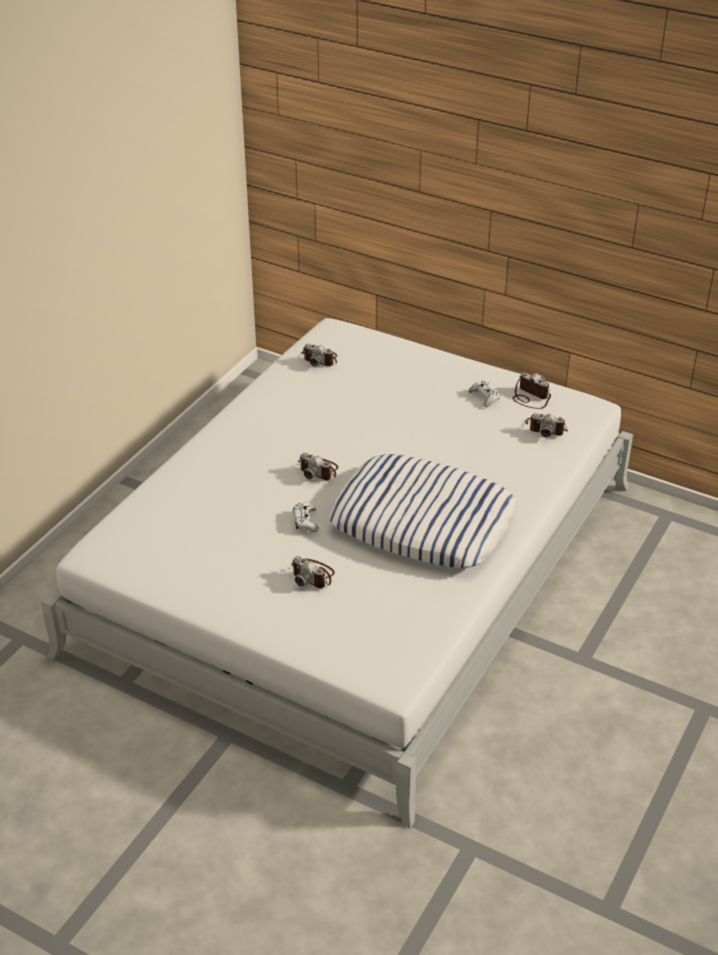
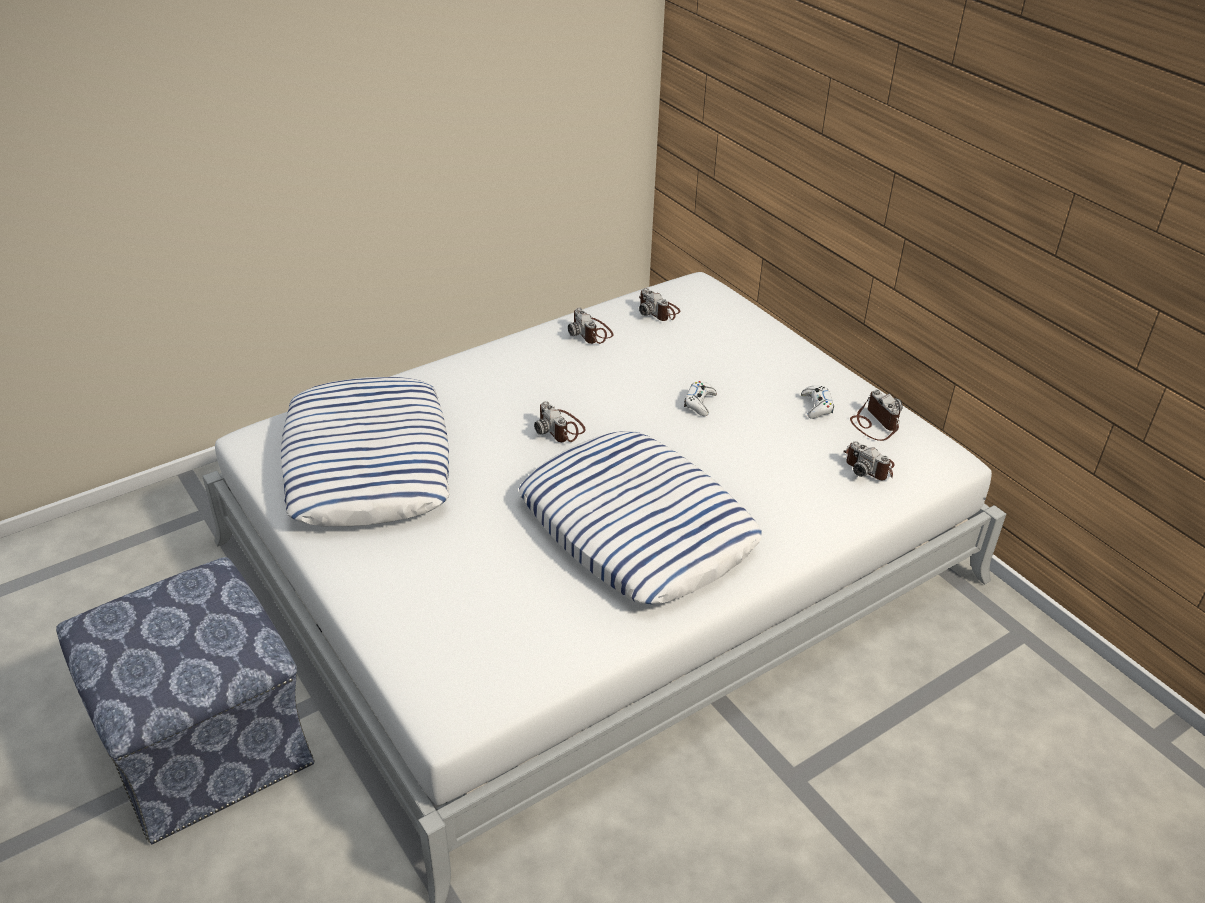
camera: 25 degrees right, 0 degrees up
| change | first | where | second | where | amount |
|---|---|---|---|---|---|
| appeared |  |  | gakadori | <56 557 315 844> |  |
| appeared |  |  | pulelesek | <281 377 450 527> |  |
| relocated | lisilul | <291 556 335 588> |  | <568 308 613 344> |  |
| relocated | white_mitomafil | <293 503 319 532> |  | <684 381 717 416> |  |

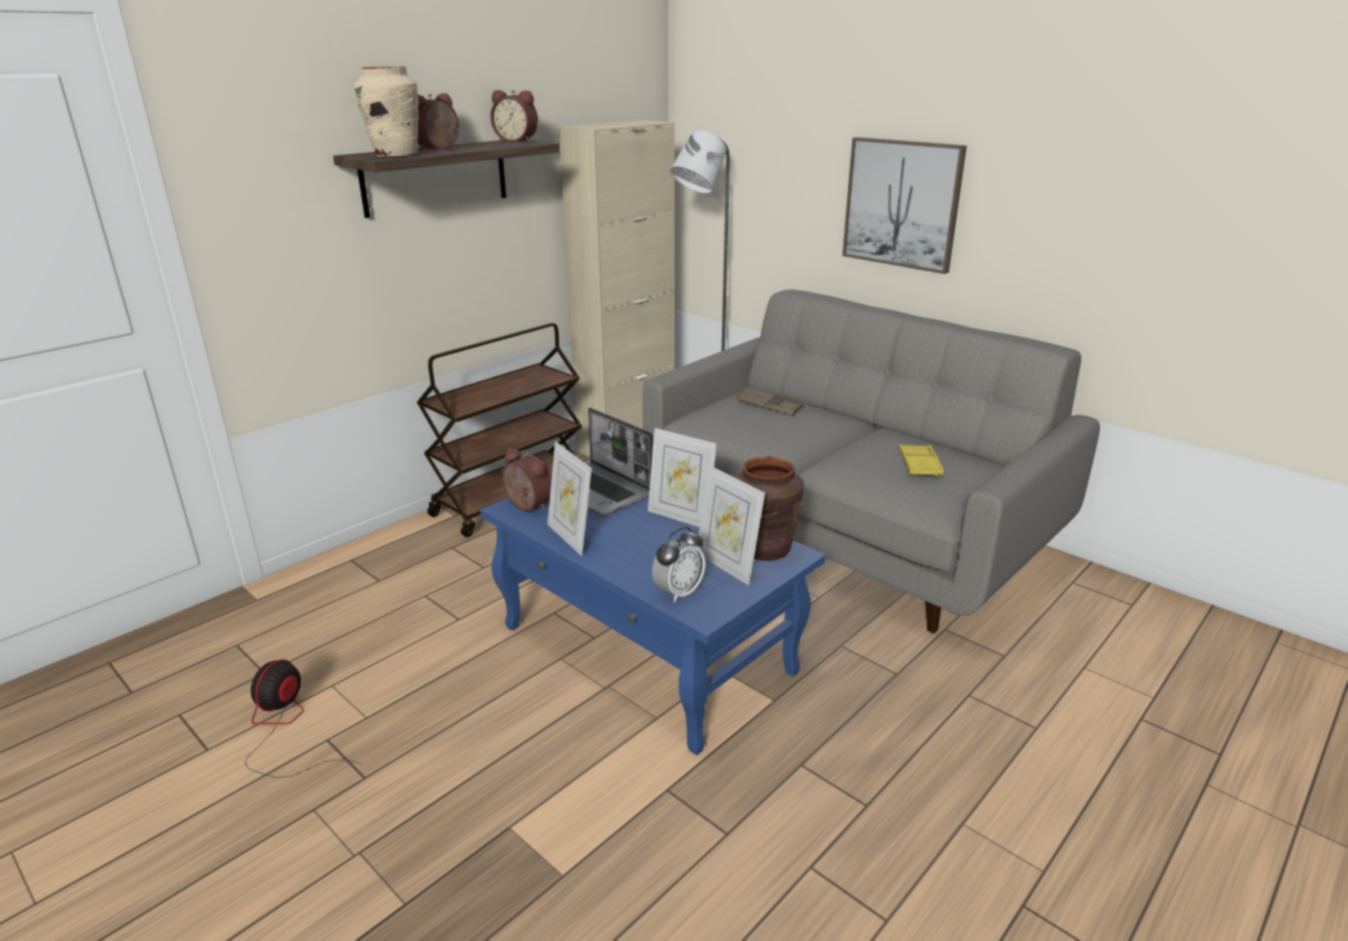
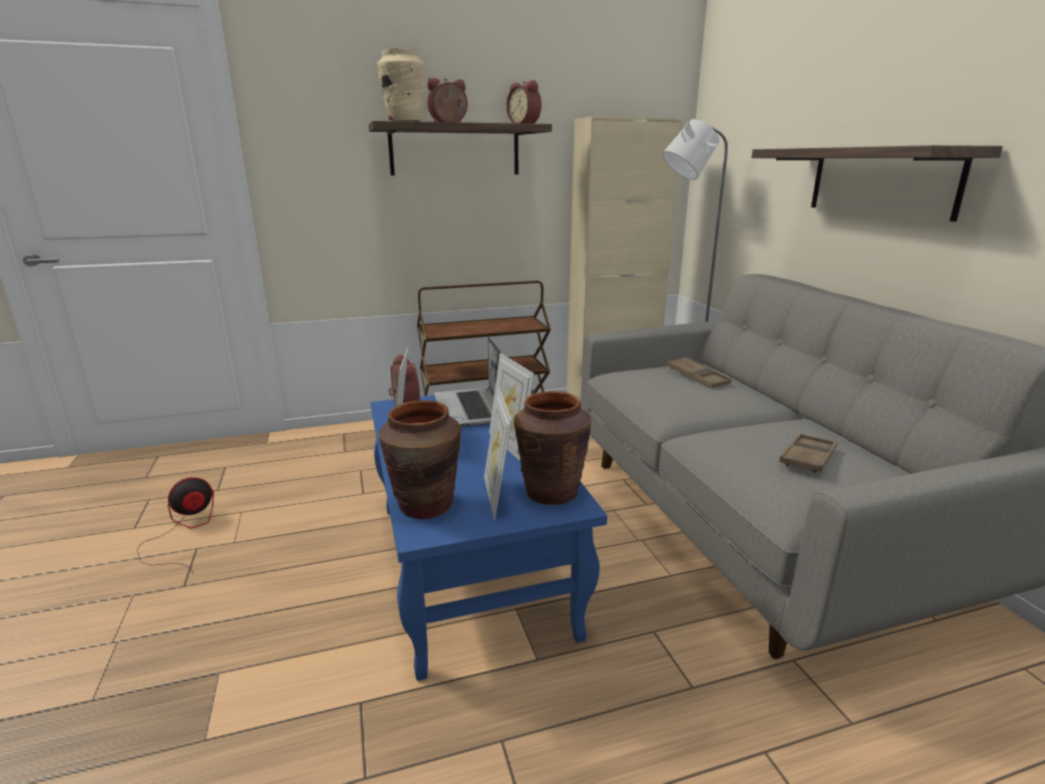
camera: 30 degrees right, 5 degrees down
| change | first | where | second | where | amount |
|---|---|---|---|---|---|
| exchanged | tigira | <652 527 705 603> | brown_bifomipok | <379 400 461 519> |  |
| exchanged | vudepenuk | <842 137 967 274> | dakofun | <752 145 1003 222> |  |
| colour | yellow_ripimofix | <899 444 944 477> | brown_ripimofix | <779 433 837 474> |  |

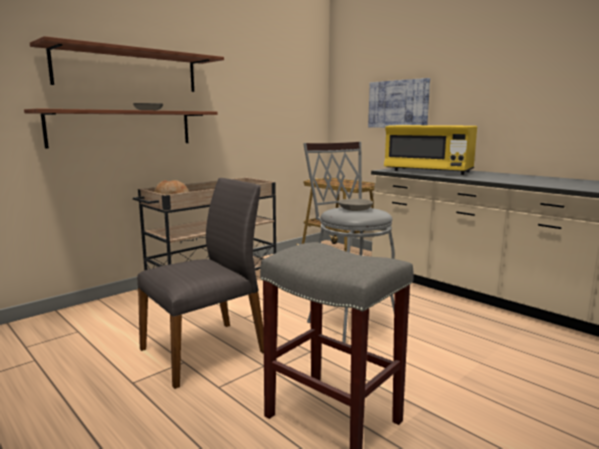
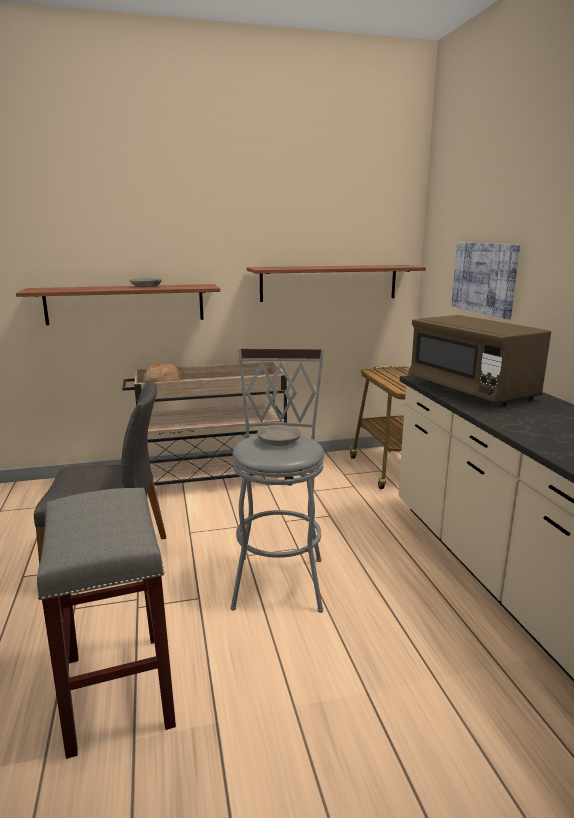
camera: 30 degrees right, 5 degrees up
| change | first | where | second | where | amount |
|---|---|---|---|---|---|
| relocated | dakofun | <30 36 224 92> |  | <247 265 426 302> |  |
| colour | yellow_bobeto | <384 125 477 175> | brown_bobeto | <408 315 551 406> |  |

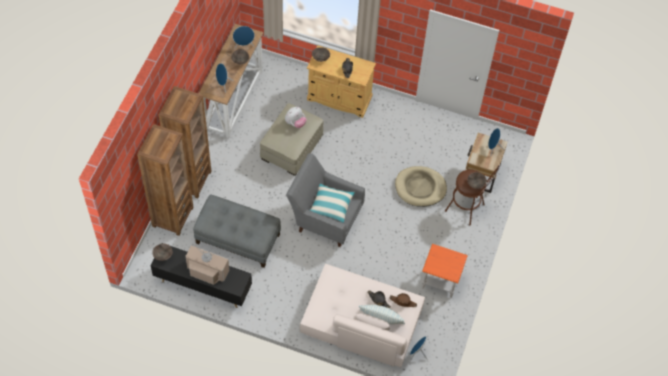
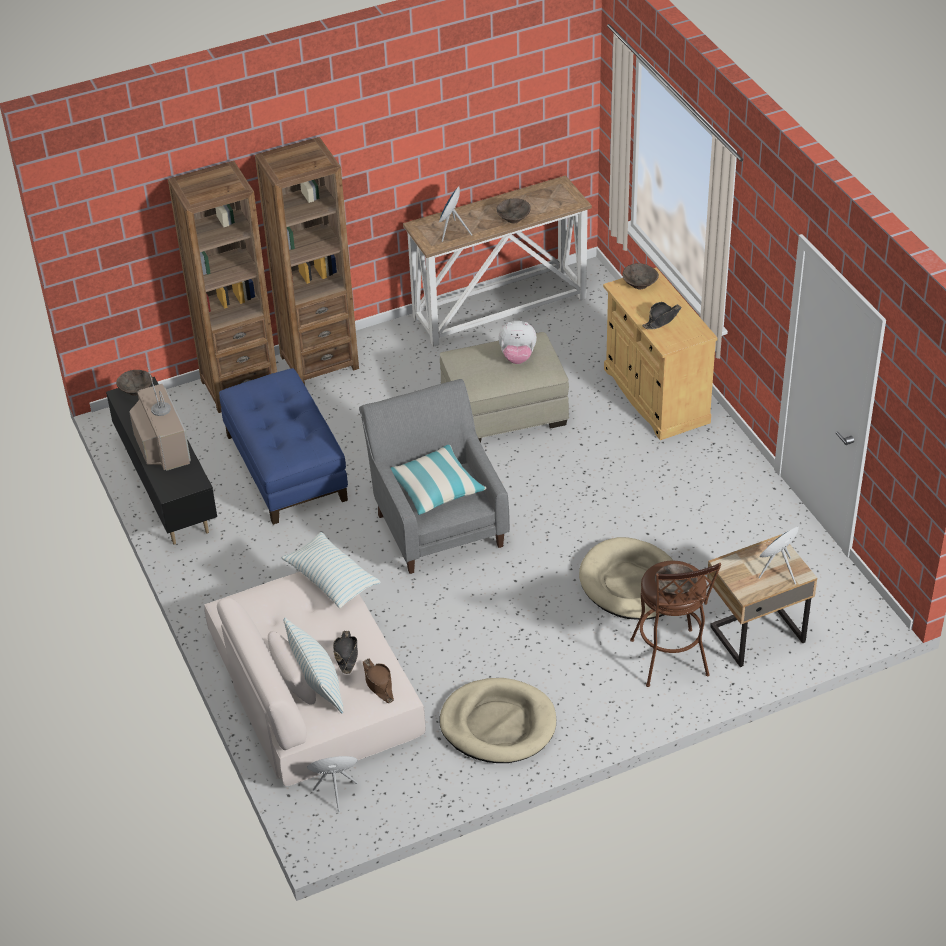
camera: 50 degrees right, 15 degrees down
| change | first | where | second | where | amount |
|---|---|---|---|---|---|
| missing | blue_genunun | <233 26 254 48> |  |  |  |
| appeared |  |  | pulelesek | <281 532 381 608> |  |
| exchanged | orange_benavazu | <422 244 468 298> | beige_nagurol | <439 678 556 763> |  |
| colour | grey_gakadori | <193 194 281 268> | blue_gakadori | <219 368 348 525> |  |

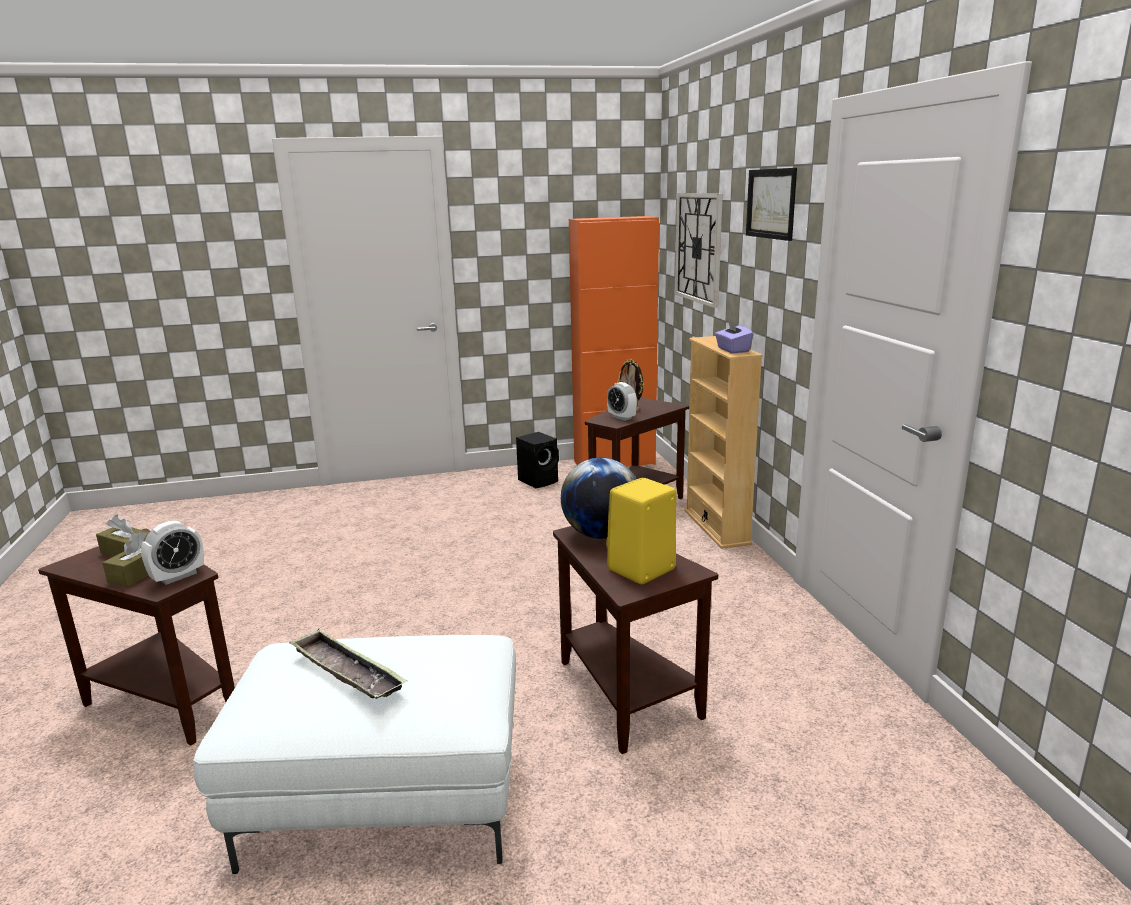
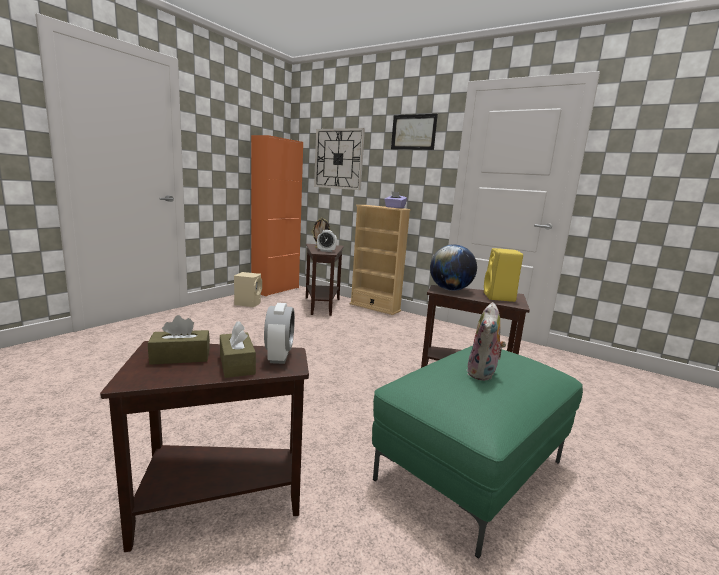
camera: 45 degrees left, 5 degrees down
| change | first | where | second | where | amount |
|---|---|---|---|---|---|
| exchanged | ripimofix | <289 629 407 699> | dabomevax | <467 302 506 381> |  |
| colour | white_gakadori | <193 635 516 874> | green_gakadori | <372 346 583 559> |  |
| colour | black_genunun | <516 432 559 488> | beige_genunun | <234 272 262 307> |  |

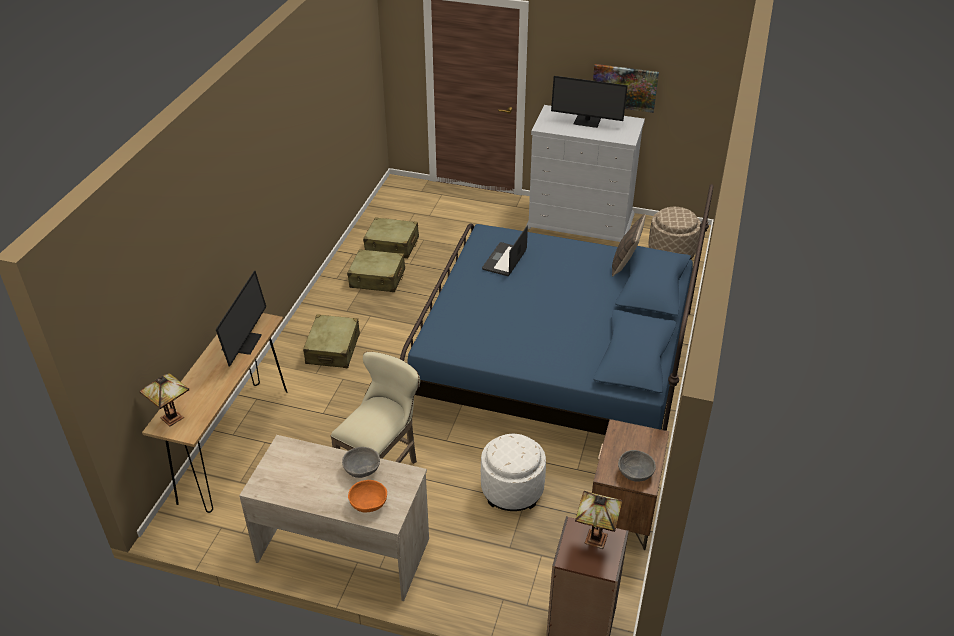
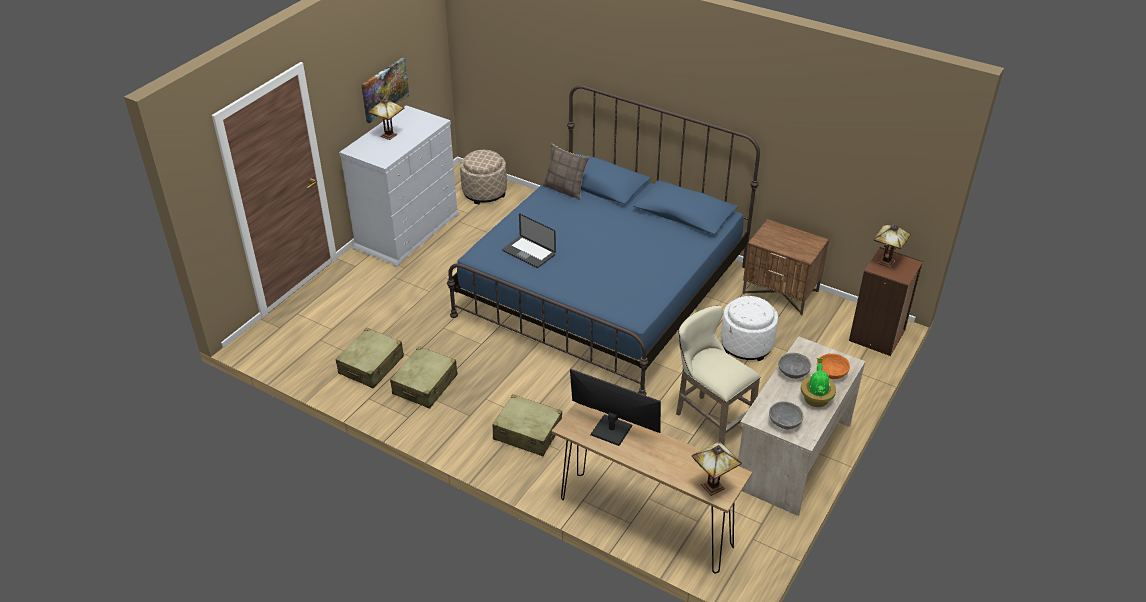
camera: 75 degrees left, 0 degrees up
| change | first | where | second | where | amount |
|---|---|---|---|---|---|
| appeared |  |  | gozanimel | <801 358 836 407> |  |
| relocated | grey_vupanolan | <618 450 656 481> |  | <769 401 803 429> |  |
| exchanged | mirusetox | <551 76 628 128> | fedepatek | <368 98 404 140> |  |

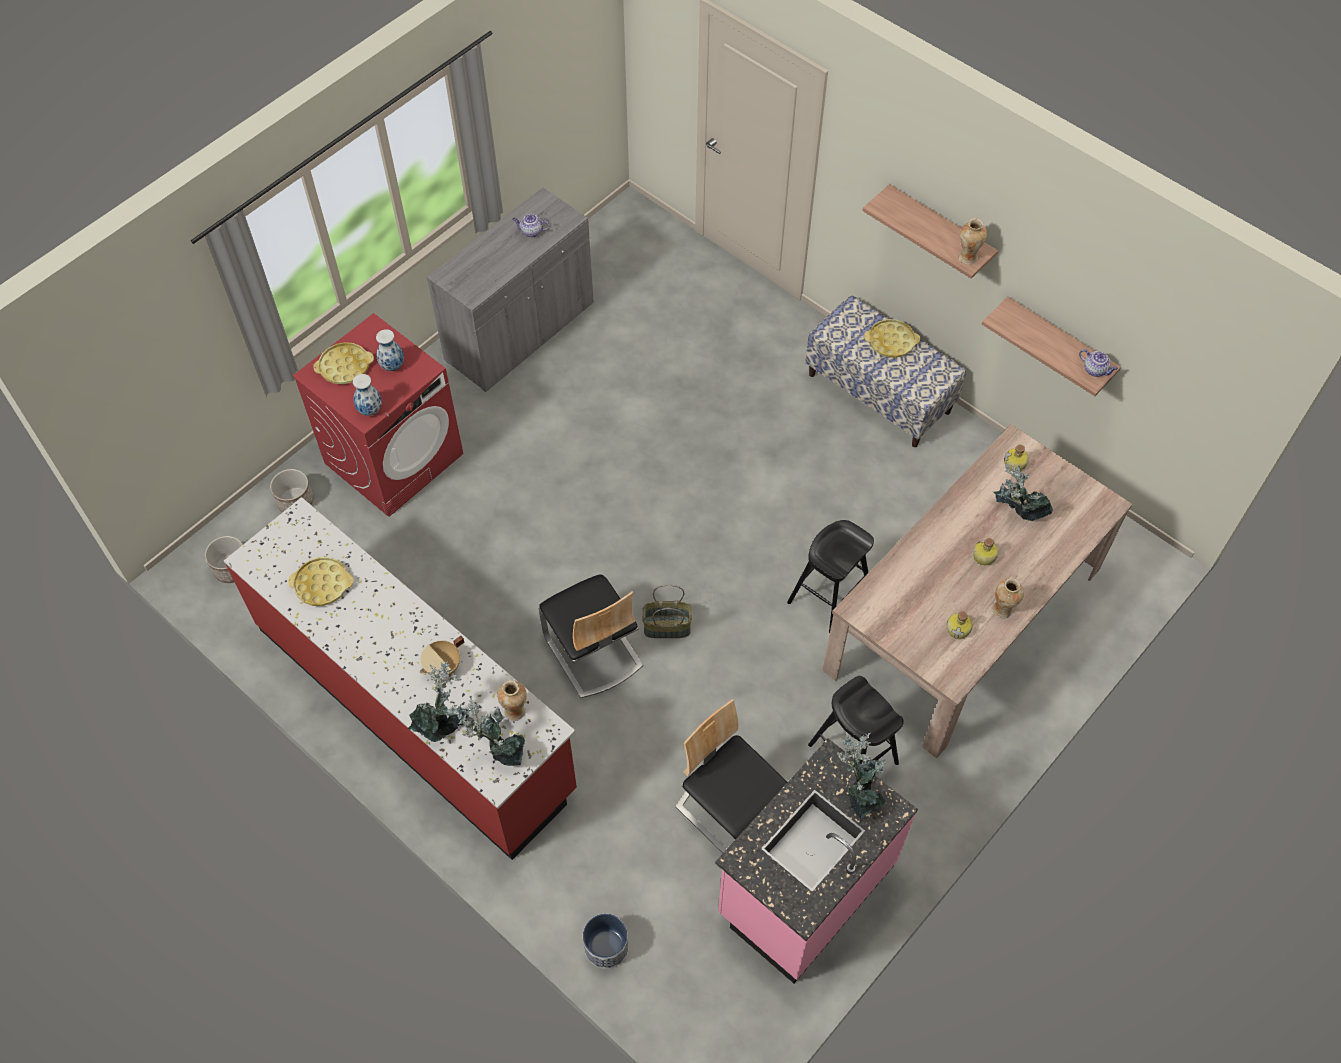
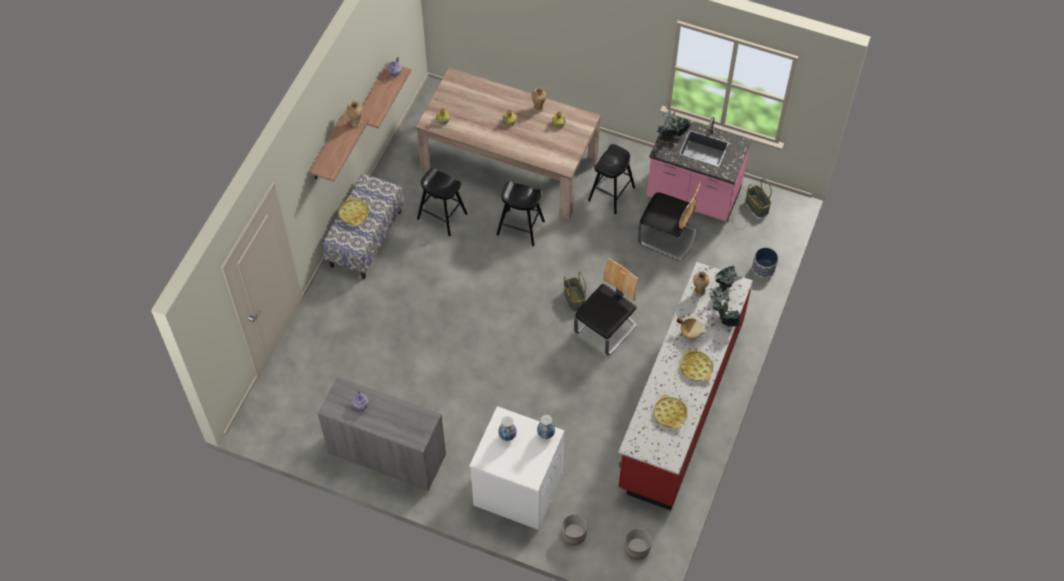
camera: 110 degrees left, 0 degrees up
| change | first | where | second | where | amount |
|---|---|---|---|---|---|
| missing | gozanimel | <994 464 1053 521> |  |  |  |
| appeared |  |  | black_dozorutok | <417 168 467 236> |  |
| appeared |  |  | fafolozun | <745 179 772 218> |  |
| relocated | yellow_ripimofix | <313 342 374 384> |  | <680 350 713 381> |  |
| colour | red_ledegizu | <293 313 463 517> | white_ledegizu | <469 406 565 530> |  |
| spun | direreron | <675 699 787 853> |  | <638 181 701 261> | 90 degrees counterclockwise |

